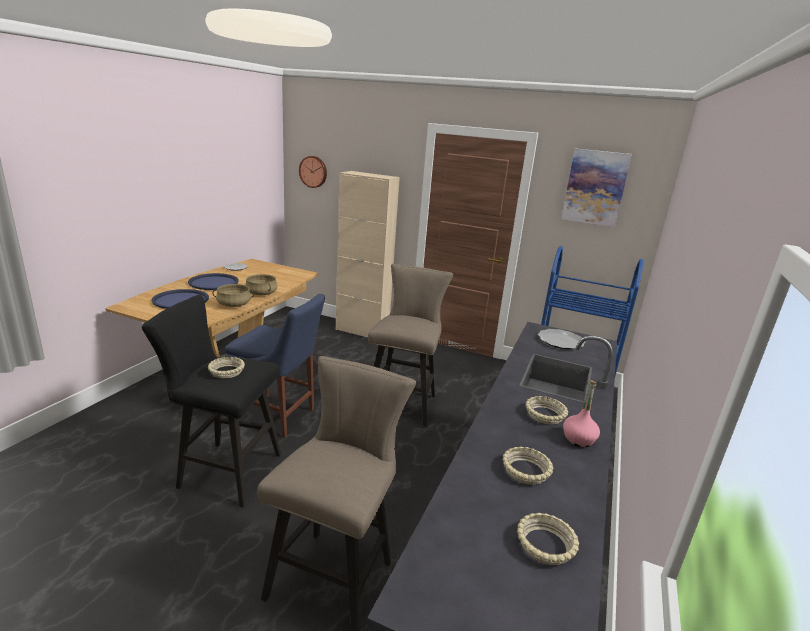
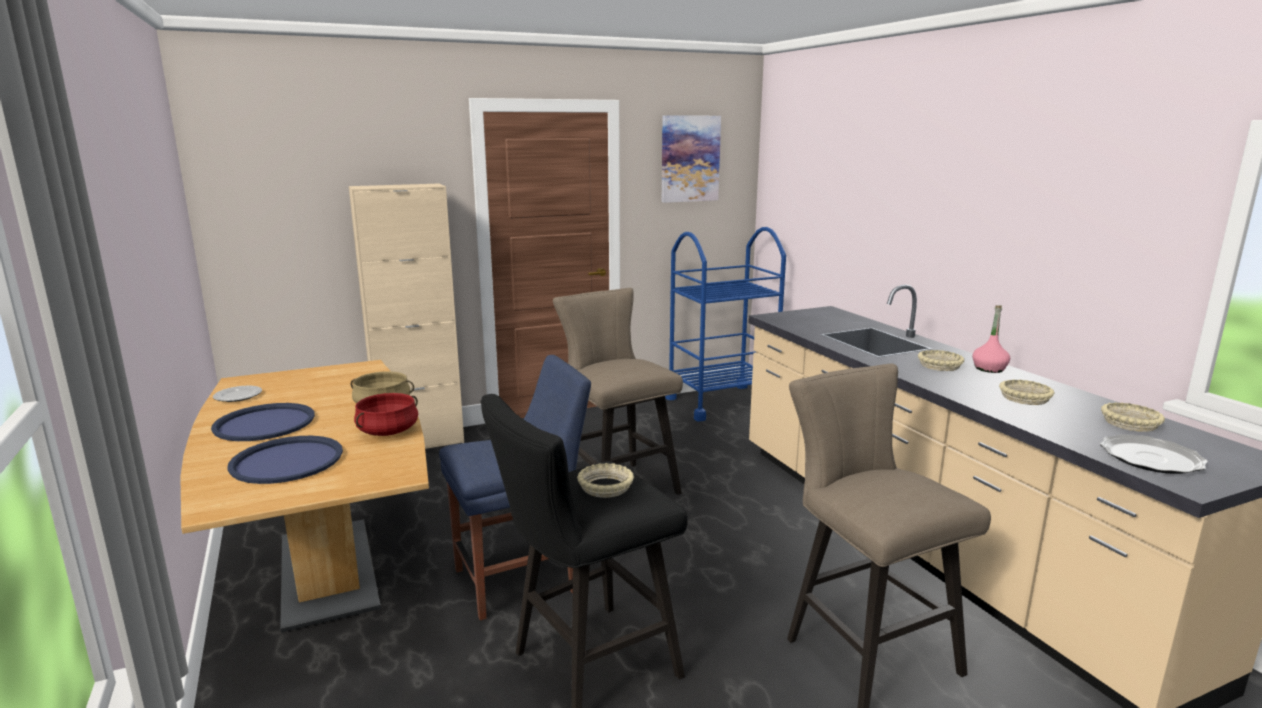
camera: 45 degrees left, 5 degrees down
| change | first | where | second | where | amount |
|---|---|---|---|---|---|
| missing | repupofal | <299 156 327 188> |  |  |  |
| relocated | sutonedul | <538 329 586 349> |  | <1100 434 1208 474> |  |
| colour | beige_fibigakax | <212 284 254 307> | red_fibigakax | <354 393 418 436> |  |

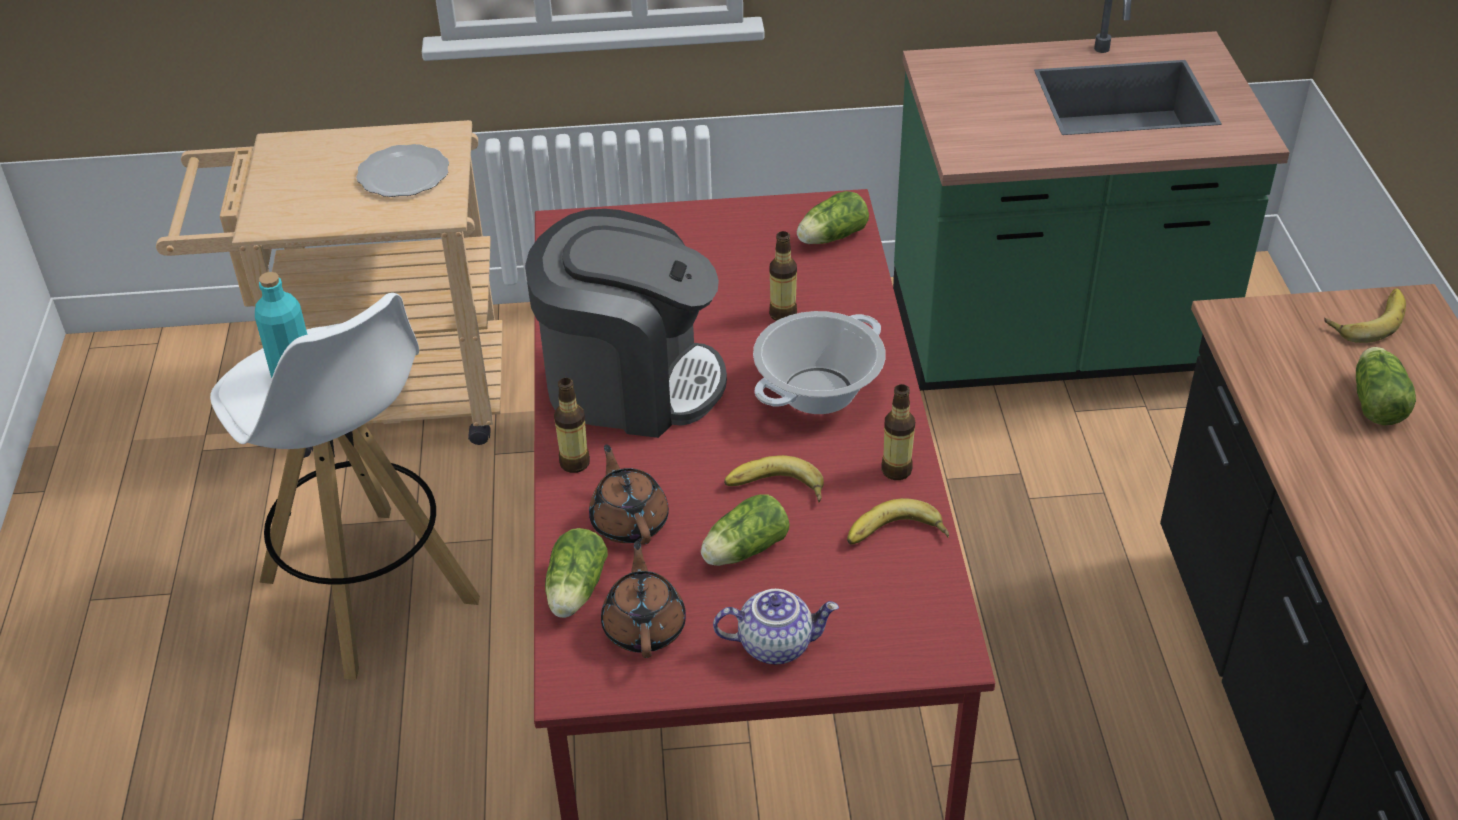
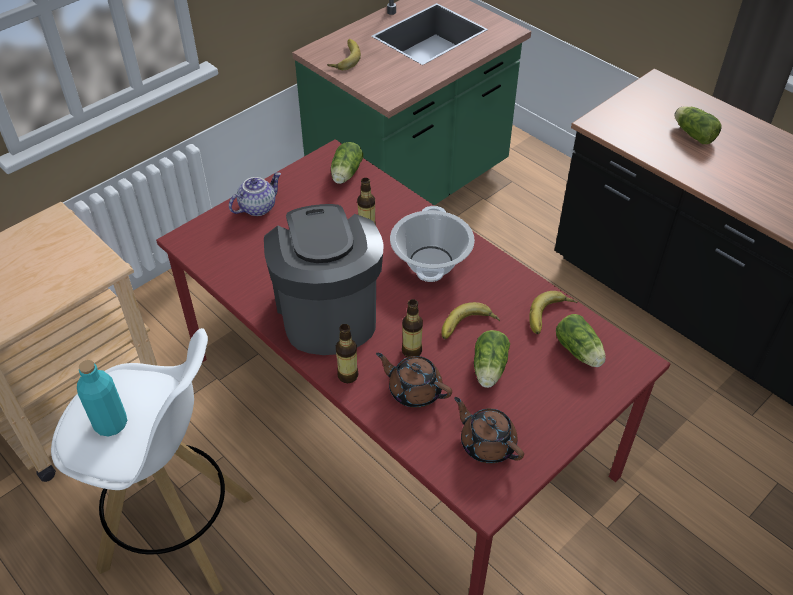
camera: 40 degrees left, 5 degrees up
| change | first | where | second | where | amount |
|---|---|---|---|---|---|
| missing | sutonedul | <356 144 449 197> |  |  |  |
| relocated | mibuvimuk | <545 528 608 618> |  | <556 314 606 367> |  |
| relocated | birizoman | <713 589 839 664> |  | <229 172 281 216> |  |
| relocated | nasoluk | <881 384 915 480> |  | <402 299 423 357> |  |
| relocated | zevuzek | <1324 288 1406 343> |  | <327 39 361 70> |  |
| spun | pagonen | <525 209 727 438> |  | <264 204 384 355> | 75 degrees counterclockwise |

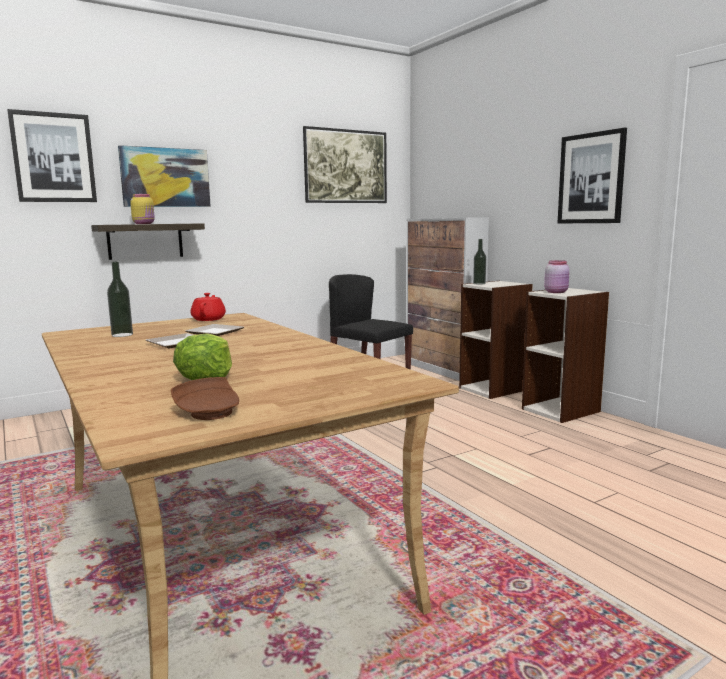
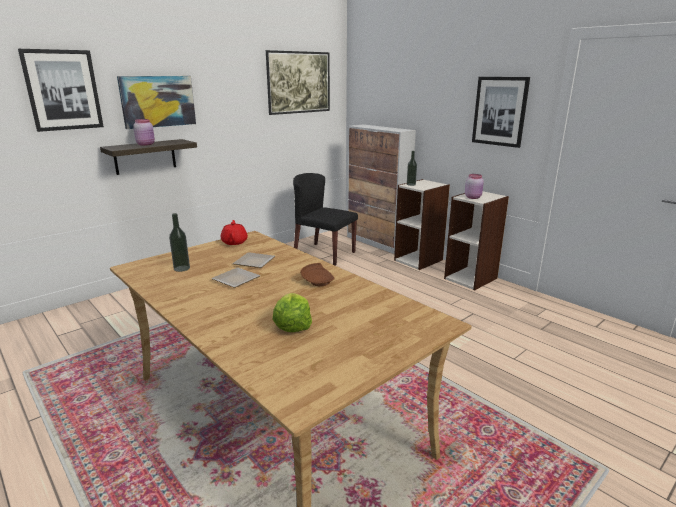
camera: 10 degrees left, 10 degrees up
| change | first | where | second | where | amount |
|---|---|---|---|---|---|
| relocated | brown_sutonedul | <171 377 239 420> |  | <301 263 335 286> |  |
| colour | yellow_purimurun | <130 194 155 224> | pink_purimurun | <133 119 155 146> |  |

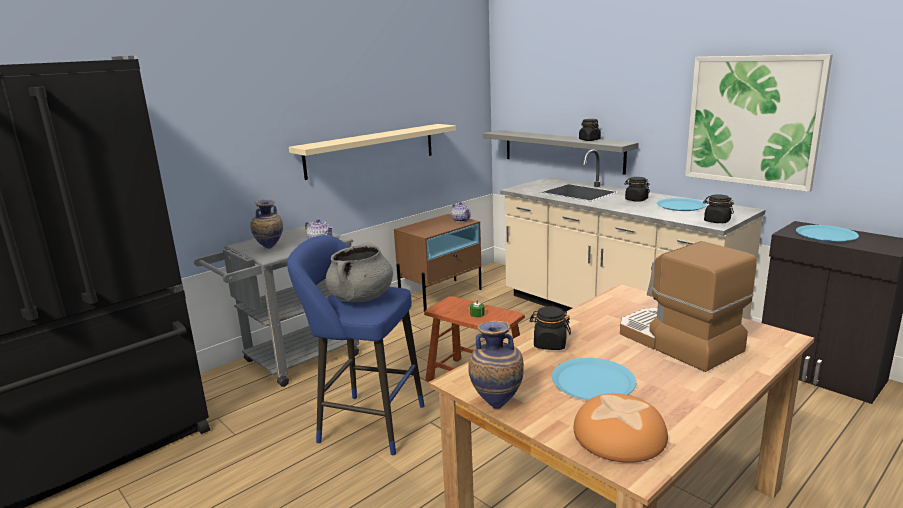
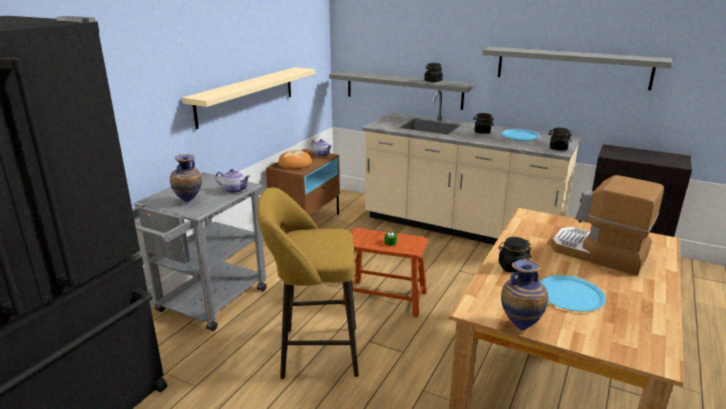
camera: 20 degrees left, 5 degrees up
| change | first | where | second | where | amount |
|---|---|---|---|---|---|
| missing | grey_fibigakax | <326 242 393 302> |  |  |  |
| missing | blue_sutonedul | <796 225 859 242> |  |  |  |
| relocated | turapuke | <574 393 668 463> |  | <278 150 312 169> |  |
| exchanged | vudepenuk | <685 54 833 192> | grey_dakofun | <482 47 672 90> |  |
| colour | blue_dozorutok | <287 235 425 455> | yellow_dozorutok | <257 187 359 379> |  |

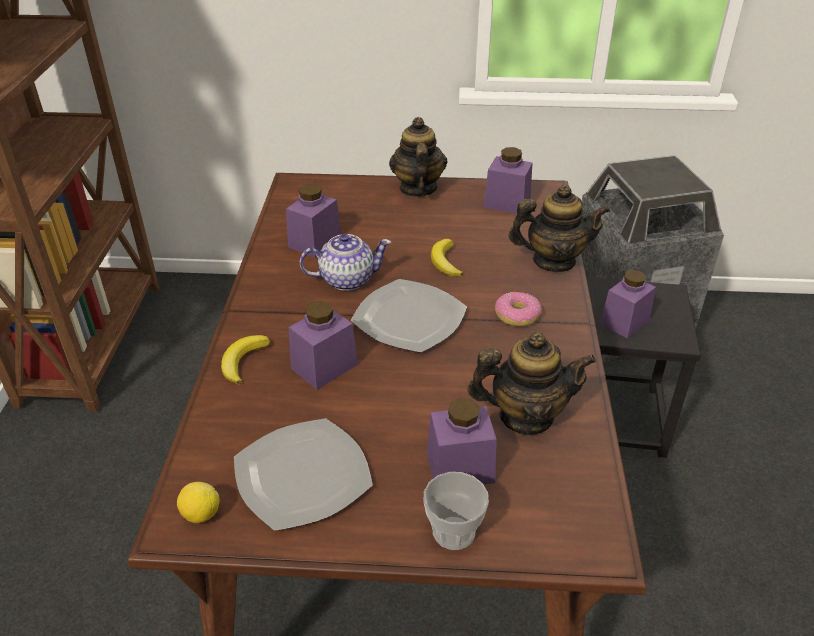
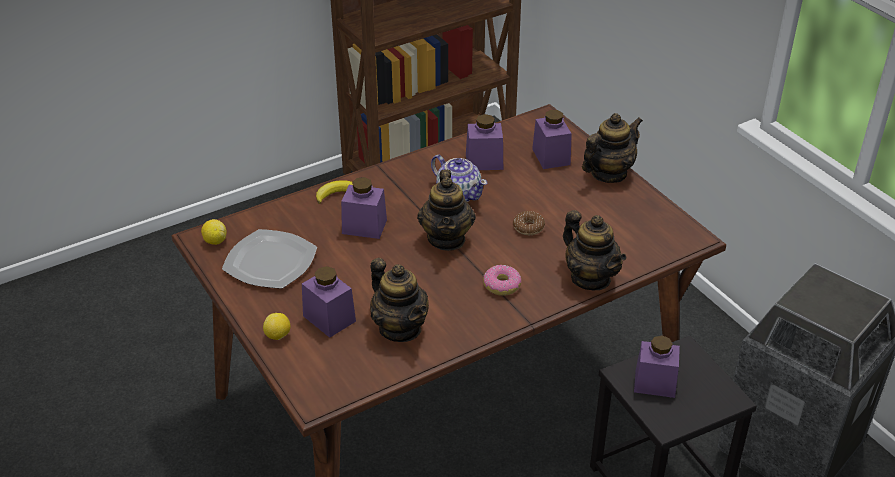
camera: 55 degrees right, 0 degrees up
| change | first | where | second | where | amount |
|---|---|---|---|---|---|
| relocated | purple_purimurun | <484 147 533 214> |  | <532 110 572 169> |  |
| exchanged | sutonedul | <351 279 467 353> | birizoman | <417 170 476 251> |  |
| exchanged | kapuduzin | <423 472 489 550> | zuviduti | <263 313 291 340> |  |
| exchanged | zevuzek | <431 239 464 276> | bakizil | <513 211 545 235> |  |

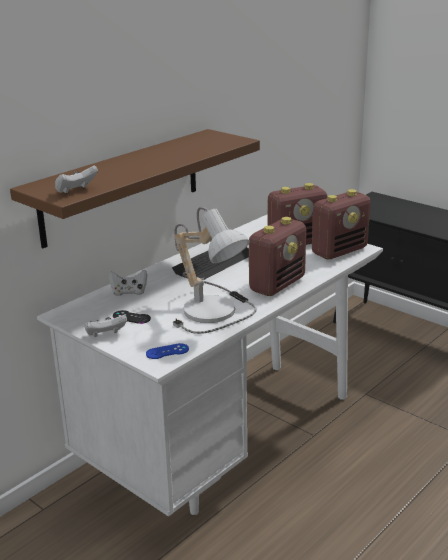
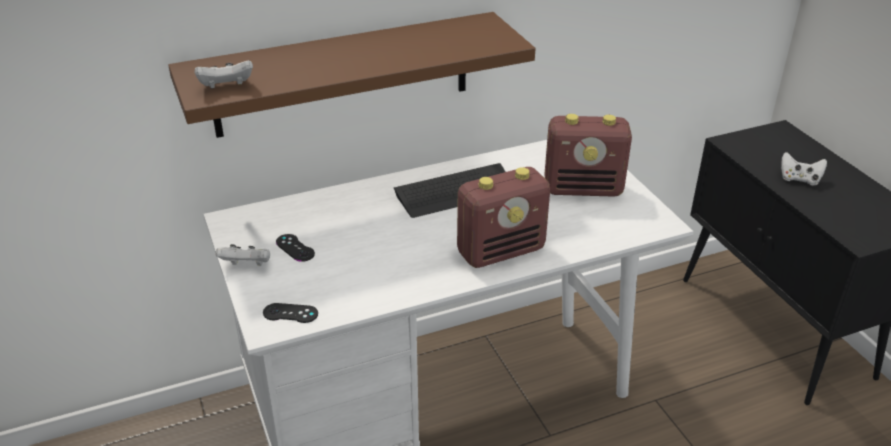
camera: 25 degrees right, 10 degrees up
| change | first | where | second | where | amount |
|---|---|---|---|---|---|
| missing | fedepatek | <173 207 257 334> |  |  |  |
| missing | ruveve | <312 189 370 259> |  |  |  |
| relocated | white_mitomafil | <109 270 147 296> |  | <781 152 827 186> |  |
| colour | blue_mitomafil | <146 343 189 359> | black_mitomafil | <263 303 318 323> |  |

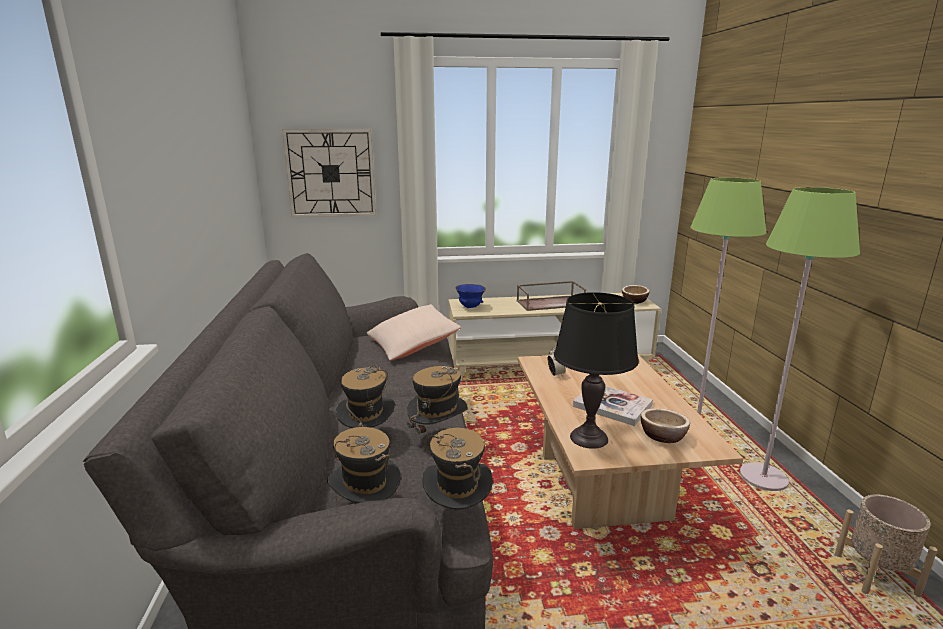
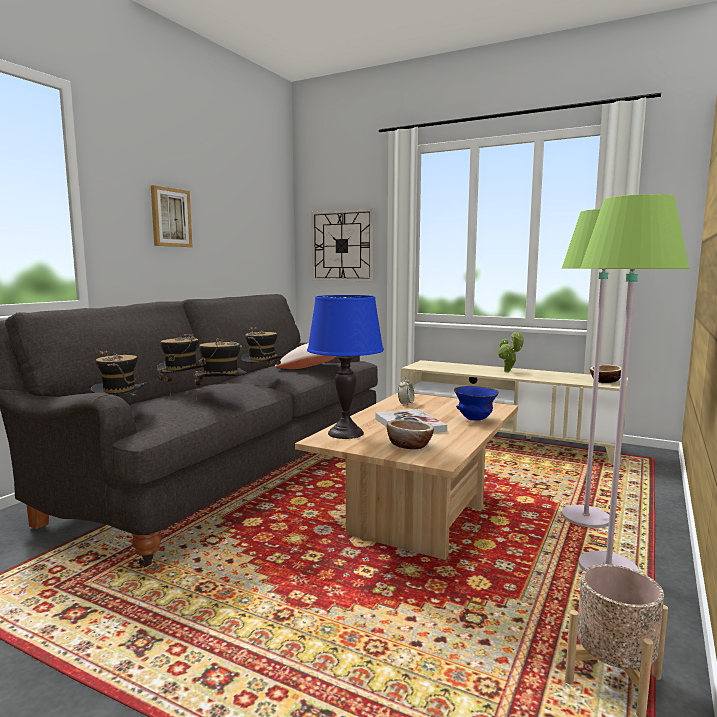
camera: 35 degrees right, 10 degrees down
| change | first | where | second | where | amount |
|---|---|---|---|---|---|
| appeared |  |  | vudepenuk | <151 185 192 247> |  |
| relocated | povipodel | <422 428 493 510> |  | <241 327 283 374> |  |
| relocated | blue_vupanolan | <456 284 486 308> |  | <454 386 499 421> |  |
| exchanged | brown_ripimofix | <517 281 586 311> | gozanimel | <498 331 524 372> |  |
| colour | black_fedepatek | <554 292 639 449> | blue_fedepatek | <307 295 384 439> |  |

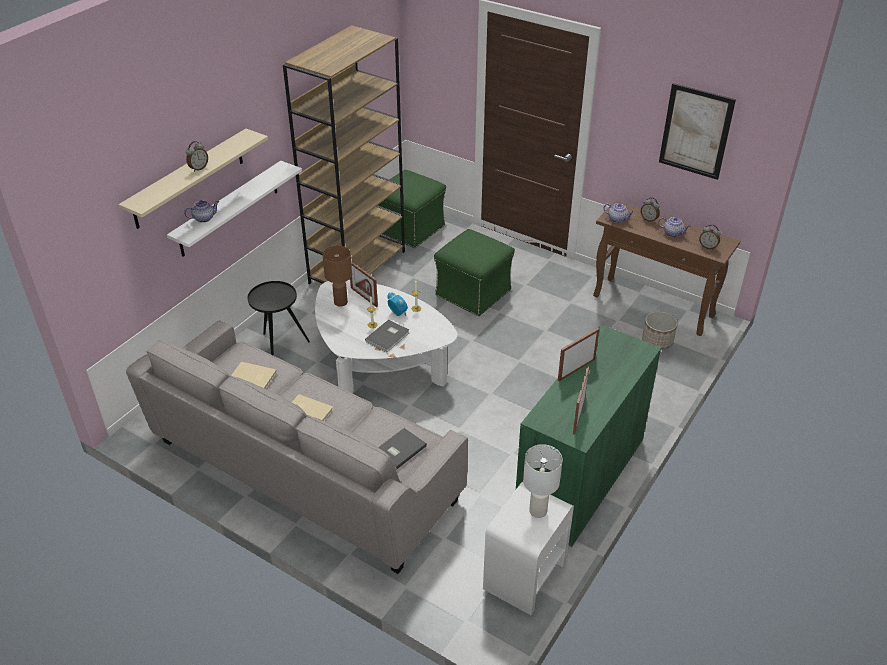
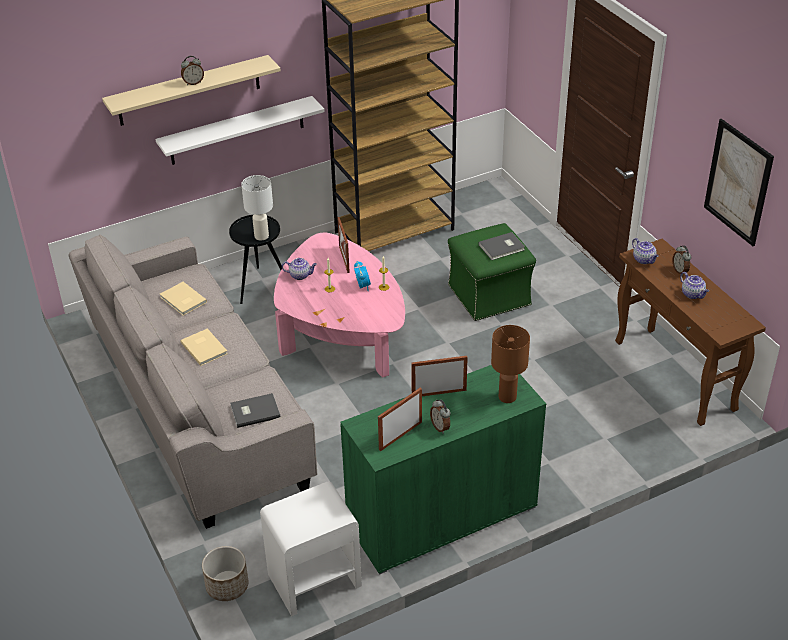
camera: 30 degrees right, 0 degrees up
| change | first | where | second | where | amount |
|---|---|---|---|---|---|
| missing | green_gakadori | <378 170 446 248> |  |  |  |
| relocated | birizoman | <184 200 219 223> |  | <282 258 317 280> |  |
| relocated | brown_fedepatek | <322 246 352 307> |  | <491 325 530 403> |  |
| relocated | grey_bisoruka | <365 320 410 352> |  | <478 232 525 260> |  |
| relocated | white_fedepatek | <523 444 562 518> |  | <241 175 273 241> |  |
| relocated | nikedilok | <642 311 678 350> |  | <202 546 248 601> |  |
| relocated | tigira | <699 224 721 250> |  | <430 399 450 434> |  |
| colour | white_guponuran | <315 280 457 393> | pink_guponuran | <274 233 405 378> |  |

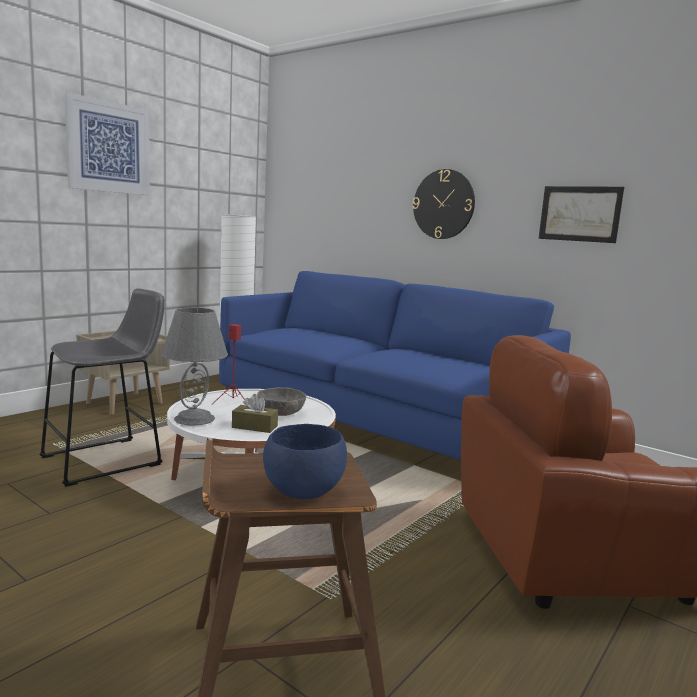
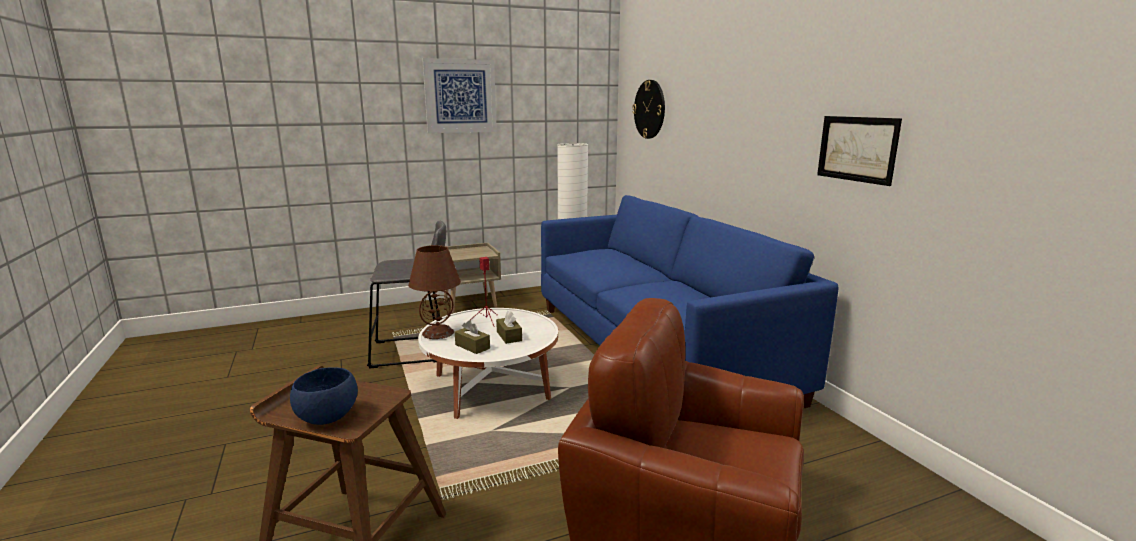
camera: 30 degrees right, 5 degrees up
| change | first | where | second | where | amount |
|---|---|---|---|---|---|
| relocated | repupofal | <413 169 475 239> |  | <632 80 665 139> |  |
| exchanged | grey_vupanolan | <257 387 306 416> | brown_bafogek | <496 310 522 344> |  |
| colour | grey_fedepatek | <161 308 228 425> | brown_fedepatek | <408 245 461 339> |  |

